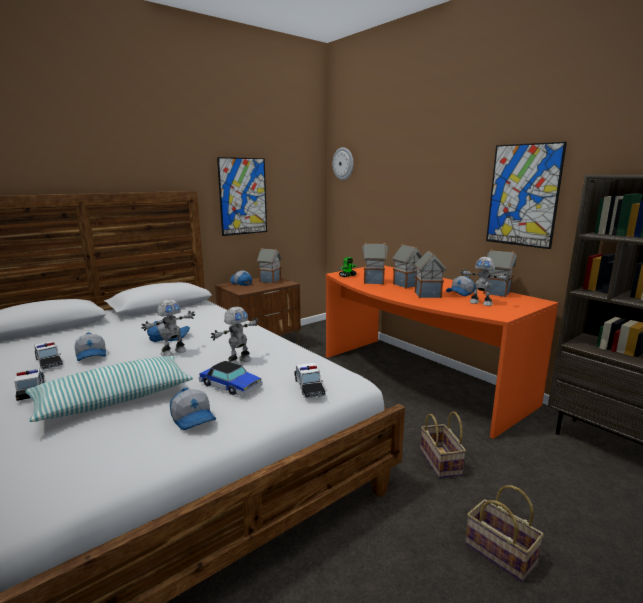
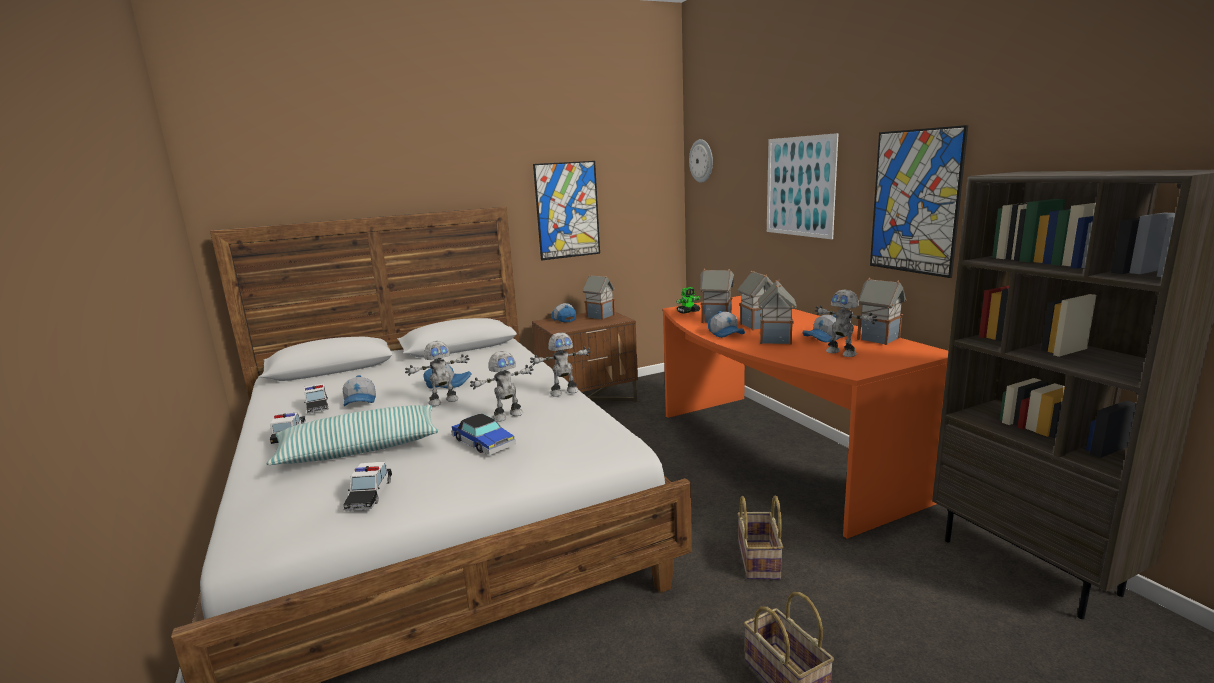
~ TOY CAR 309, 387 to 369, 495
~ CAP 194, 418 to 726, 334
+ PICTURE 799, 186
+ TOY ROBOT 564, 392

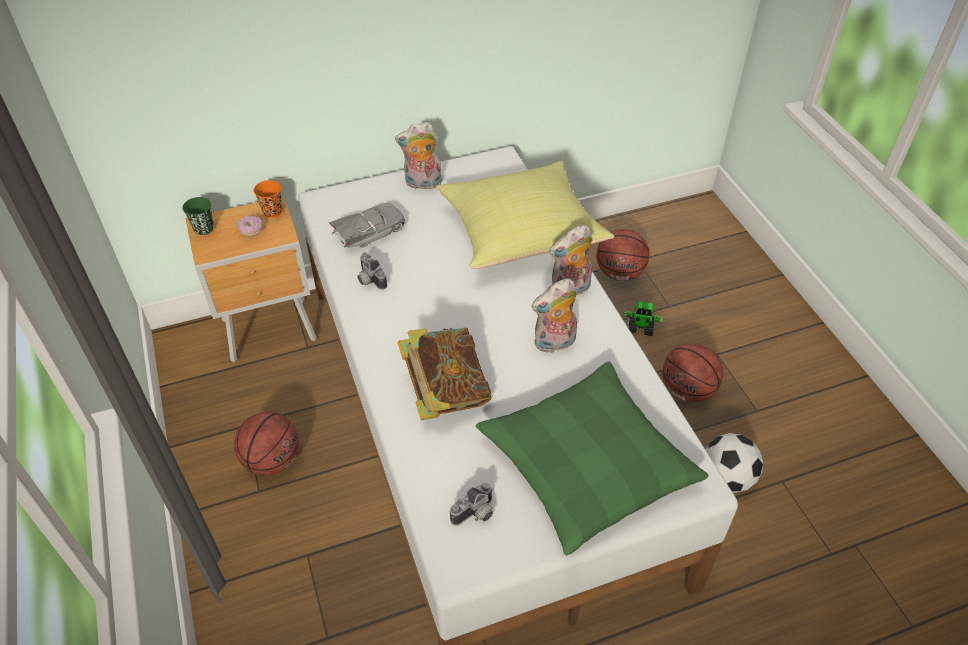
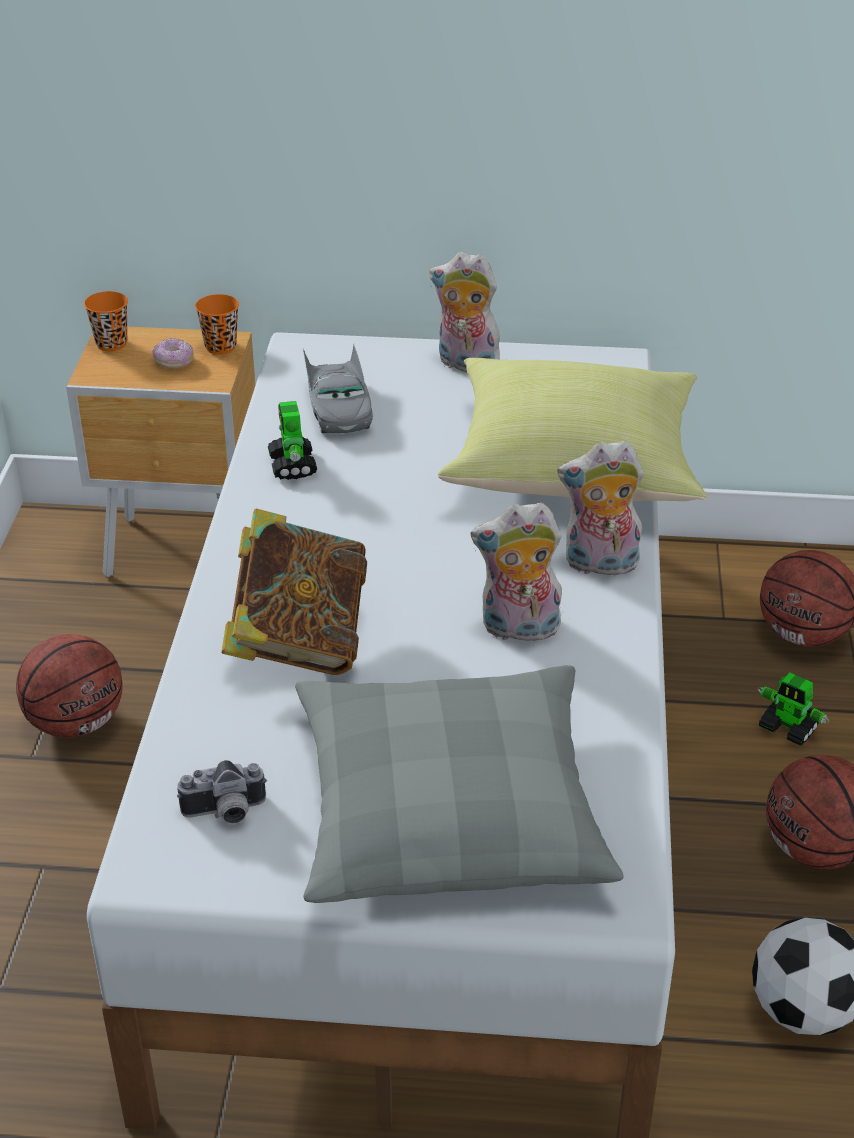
~ GREEN CUP 204, 228 to ORANGE CUP 111, 344
~ GREY TOY CAR 370, 233 = 338, 407 90 degrees clockwise
~ PHOTO CAMERA 369, 280 to TOY ROBOT 292, 465
~ GREEN PILLOW 587, 464 to GREY PILLOW 448, 808

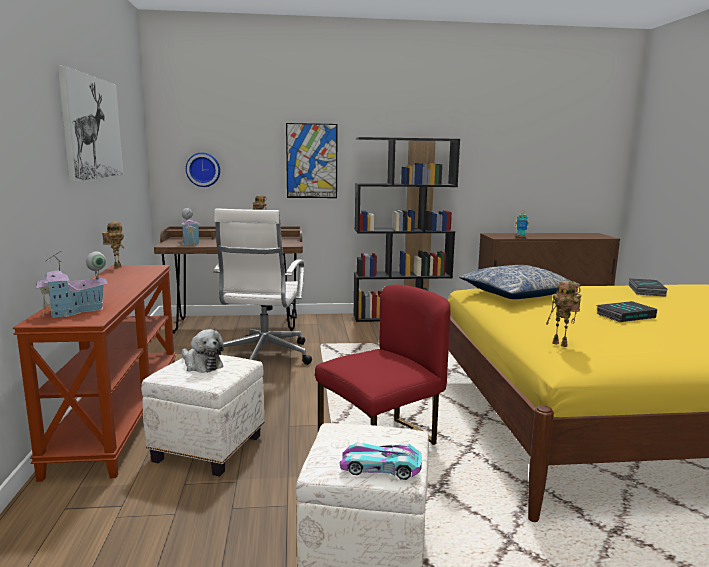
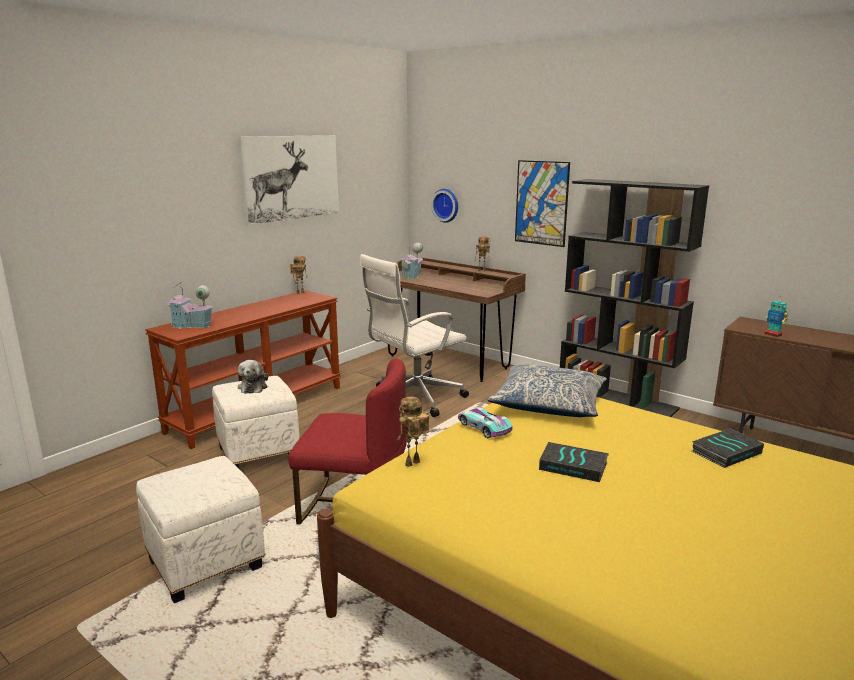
~ TOY ROBOT 561, 344 = 413, 464 45 degrees clockwise
~ TOY CAR 380, 467 to 484, 427

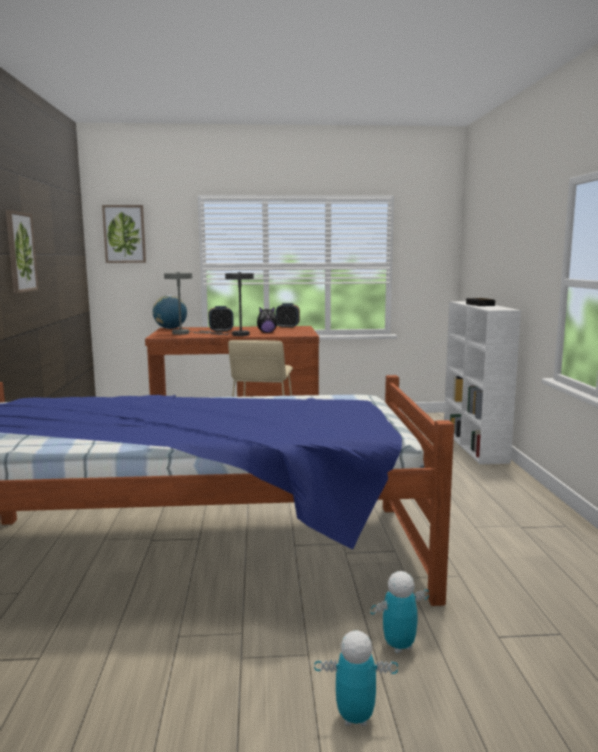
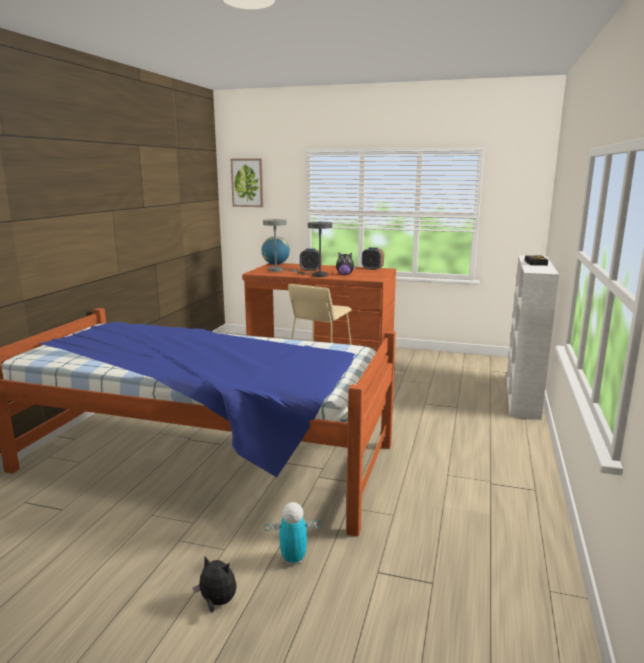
- PICTURE 20, 252
~ TOY ROBOT 355, 718 to PLUSH TOY 217, 602

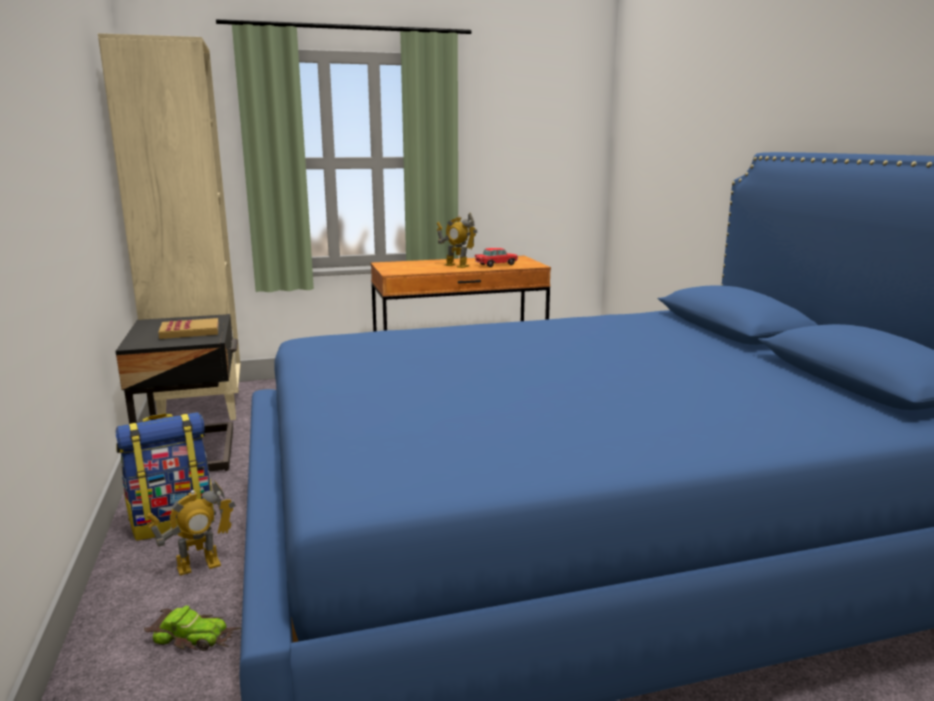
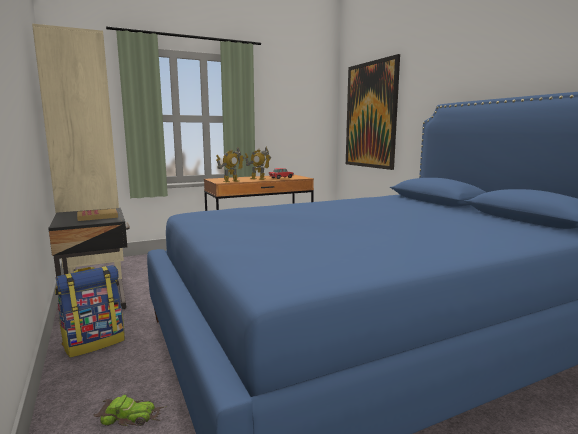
~ TOY ROBOT 199, 566 to 231, 181
+ PICTURE 370, 115

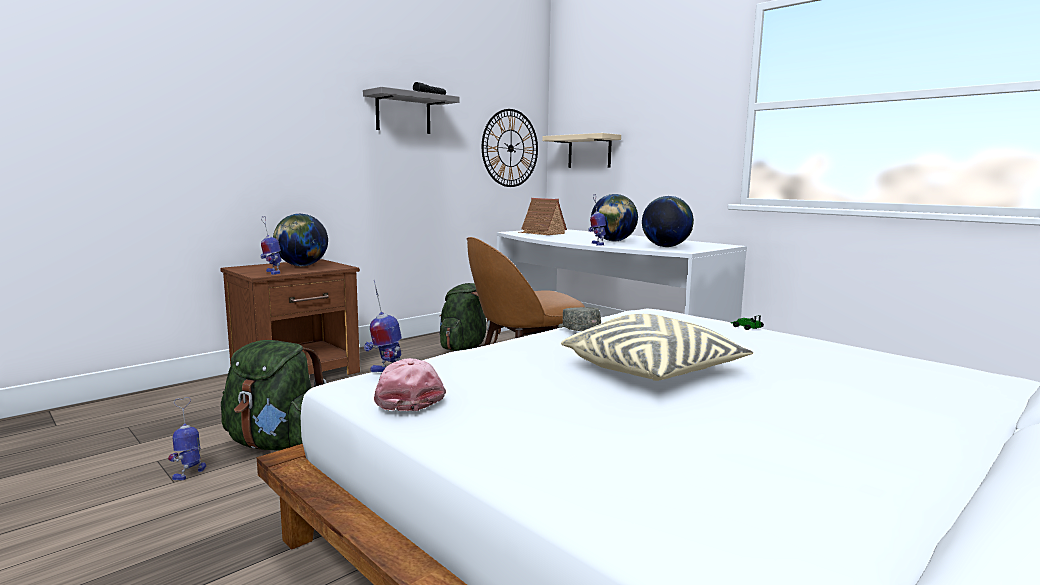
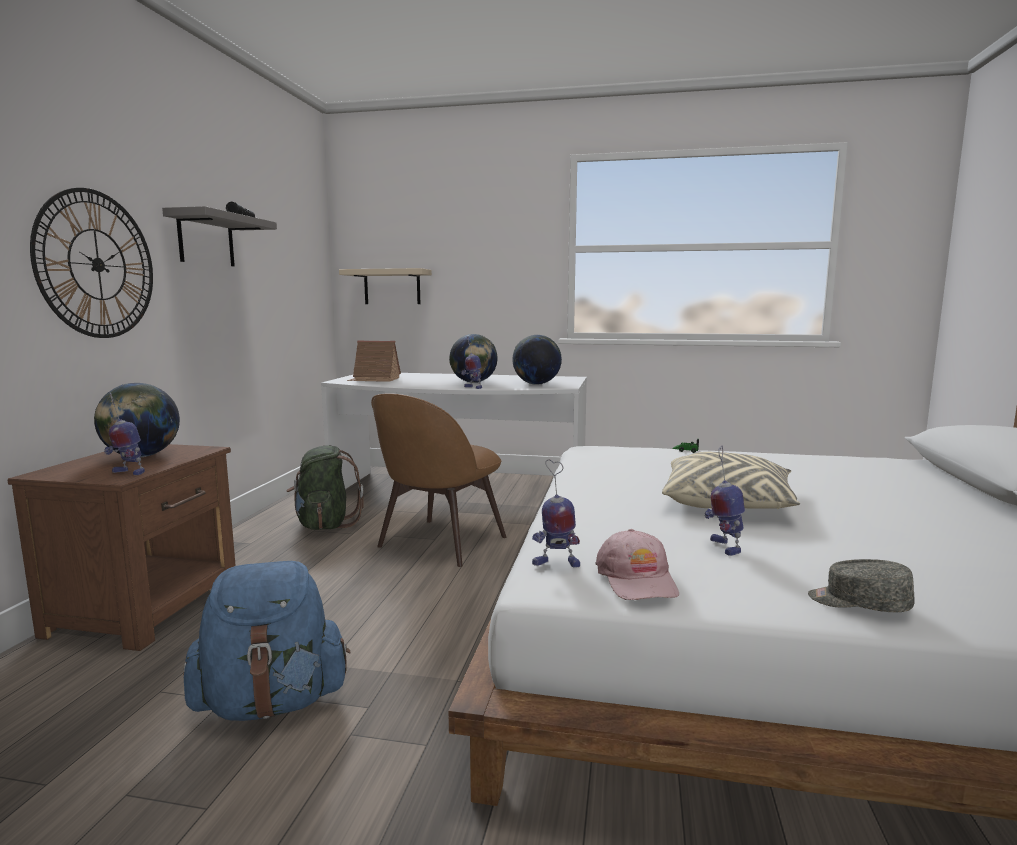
~ WALL CLOCK 510, 148 to 97, 265
~ GREY CAP 577, 330 to 858, 603
~ GREEN BACKPACK 276, 443 to BLUE BACKPACK 272, 703
~ PINK CAP 407, 397 = 637, 579 135 degrees counterclockwise
~ TOY ROBOT 190, 473 to 723, 546

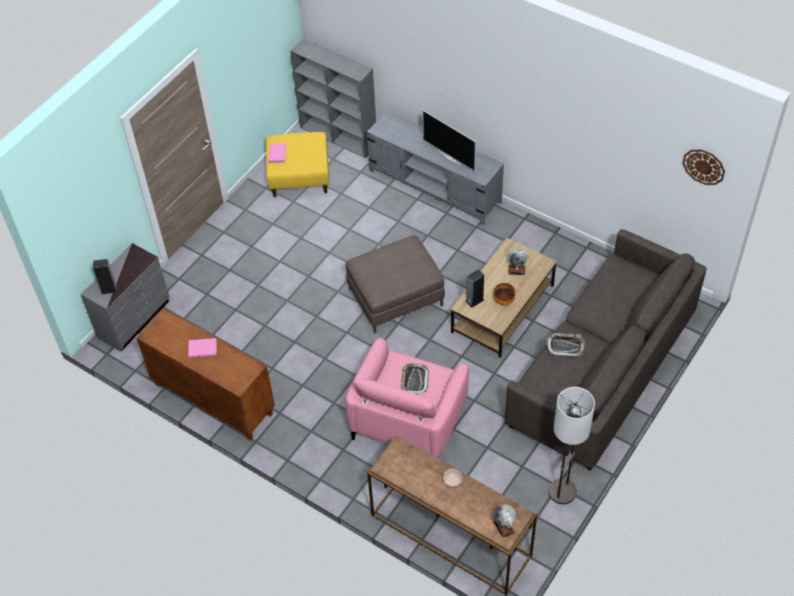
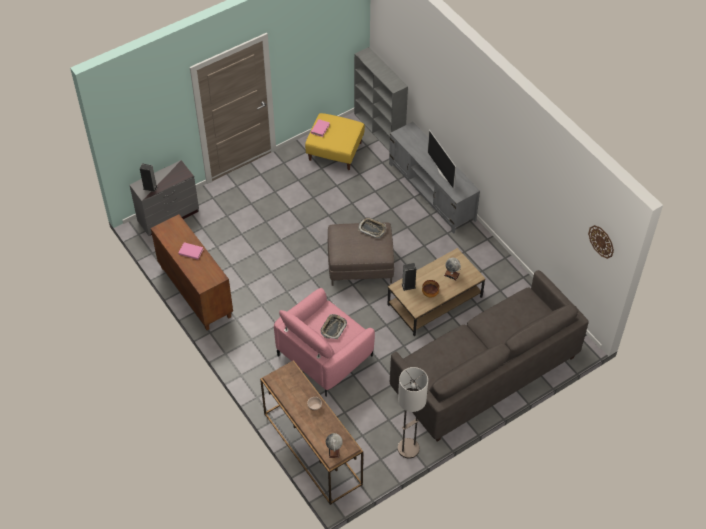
~ TRAY 565, 346 to 372, 229

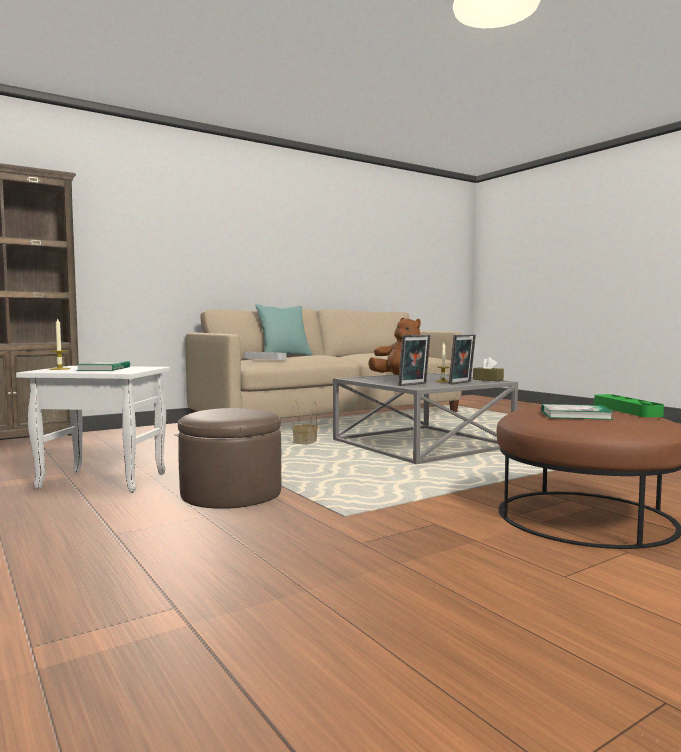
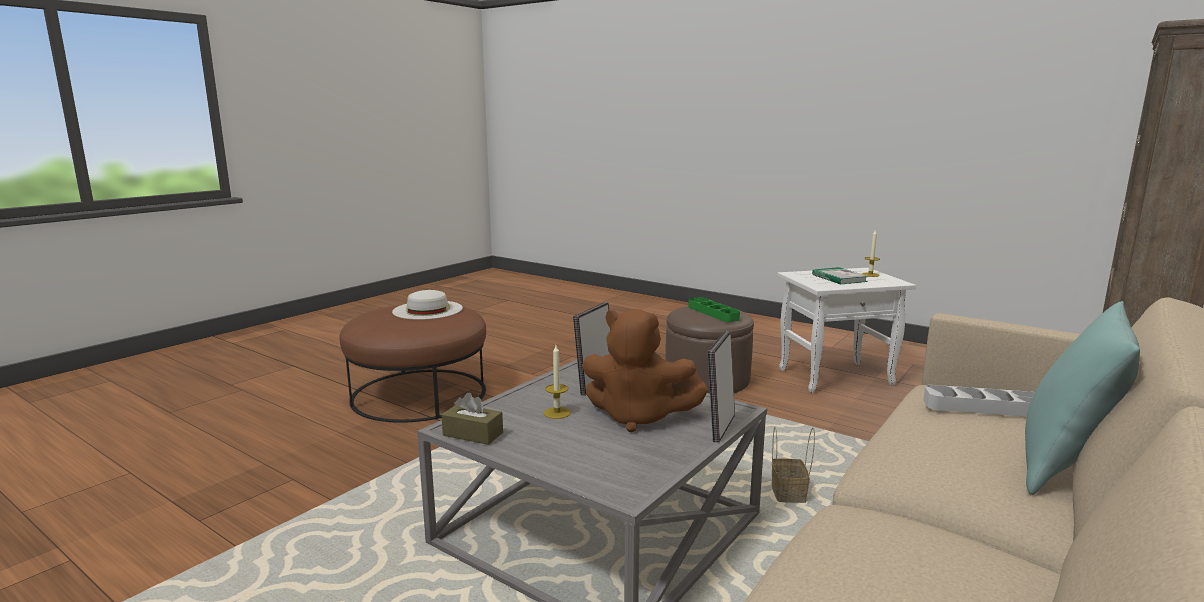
~ PICTURE FRAME 461, 383 to 719, 427
~ GREEN TRAY 626, 410 to 713, 313
~ BOOK 576, 415 to WHITE HAT 428, 310

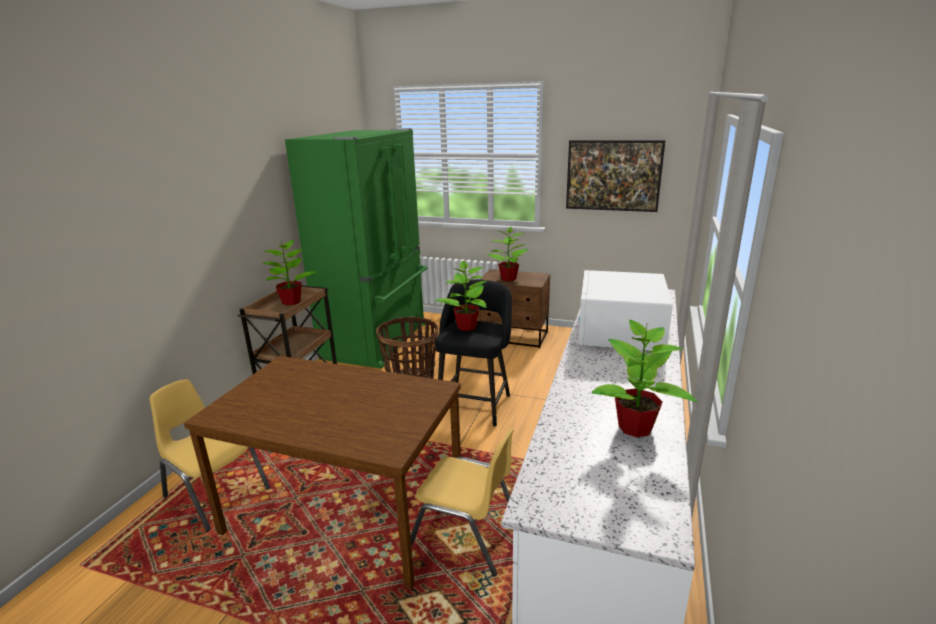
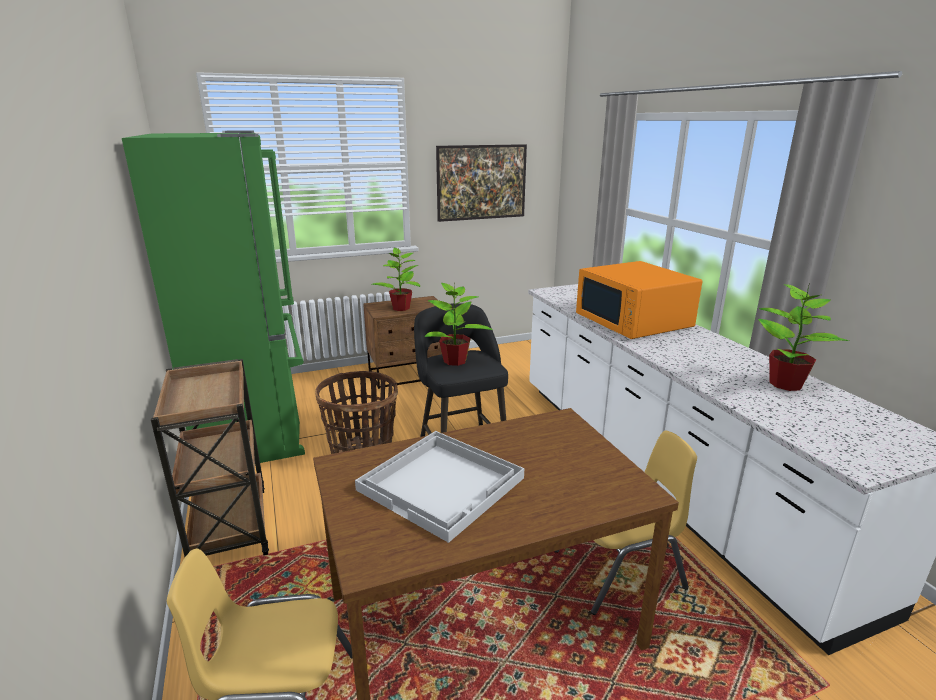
- POTTED PLANT 292, 302
~ WHITE MICROWAVE 619, 332 to ORANGE MICROWAVE 633, 321
+ WHITE TRAY 443, 484

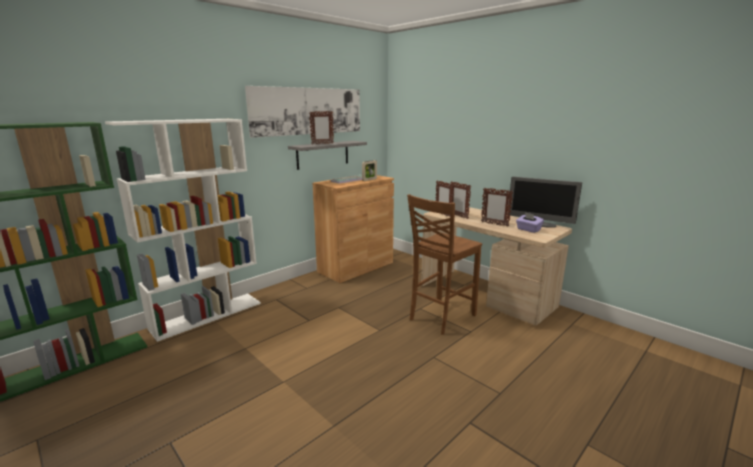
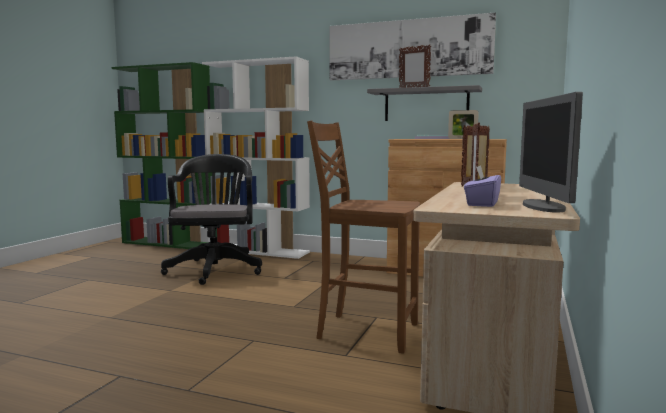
+ BLACK OFFICE CHAIR 215, 269

